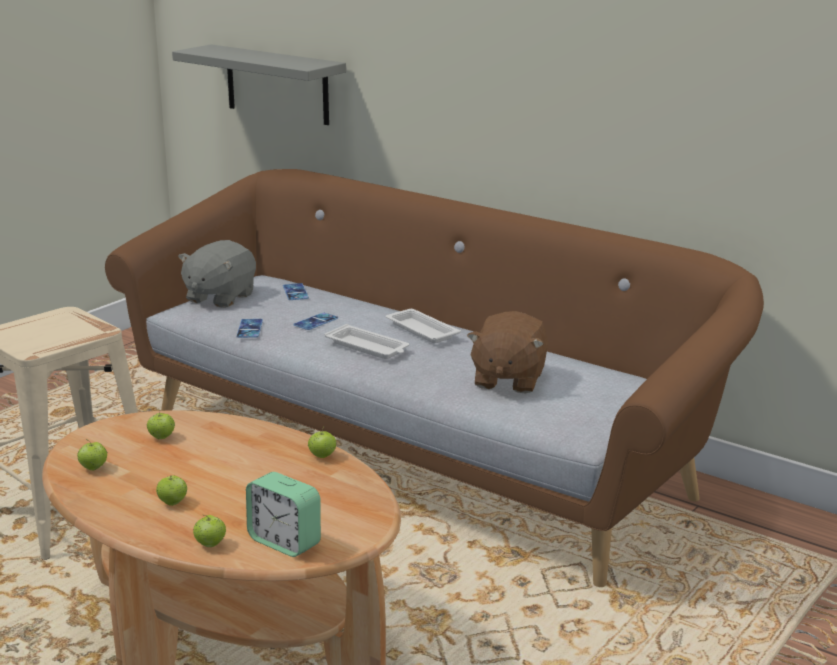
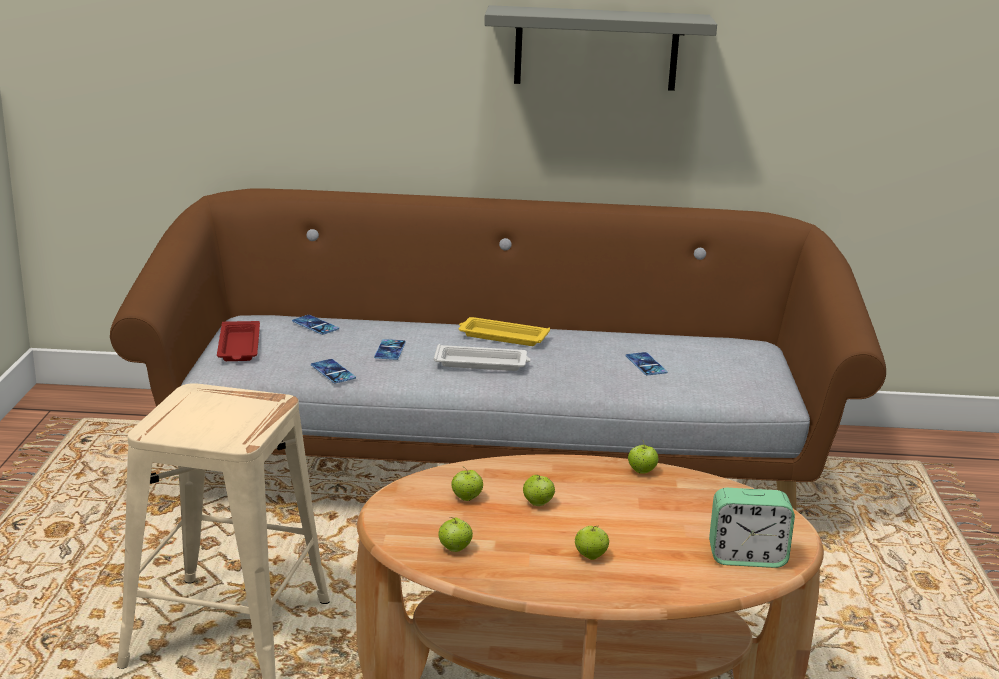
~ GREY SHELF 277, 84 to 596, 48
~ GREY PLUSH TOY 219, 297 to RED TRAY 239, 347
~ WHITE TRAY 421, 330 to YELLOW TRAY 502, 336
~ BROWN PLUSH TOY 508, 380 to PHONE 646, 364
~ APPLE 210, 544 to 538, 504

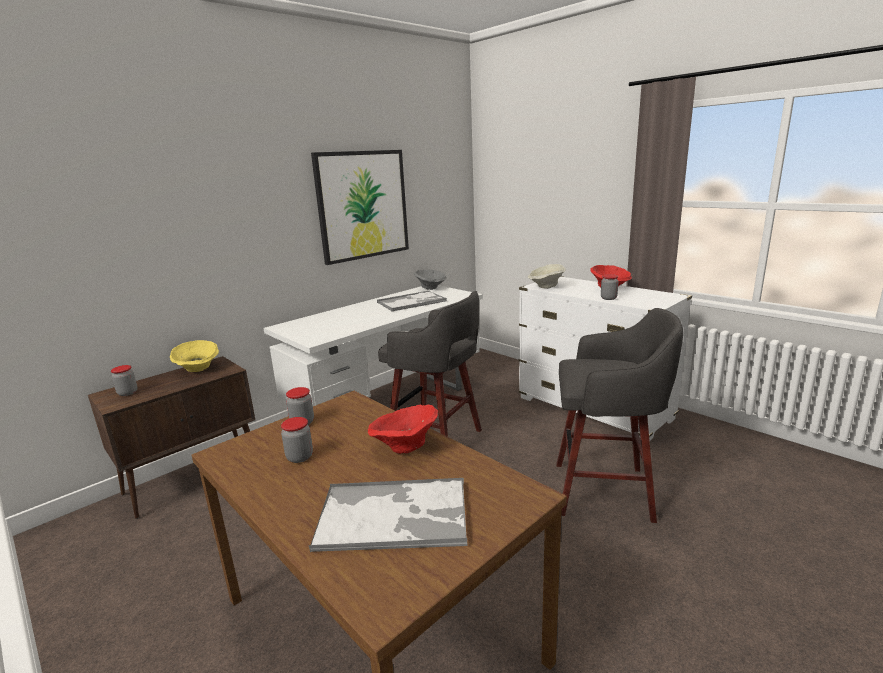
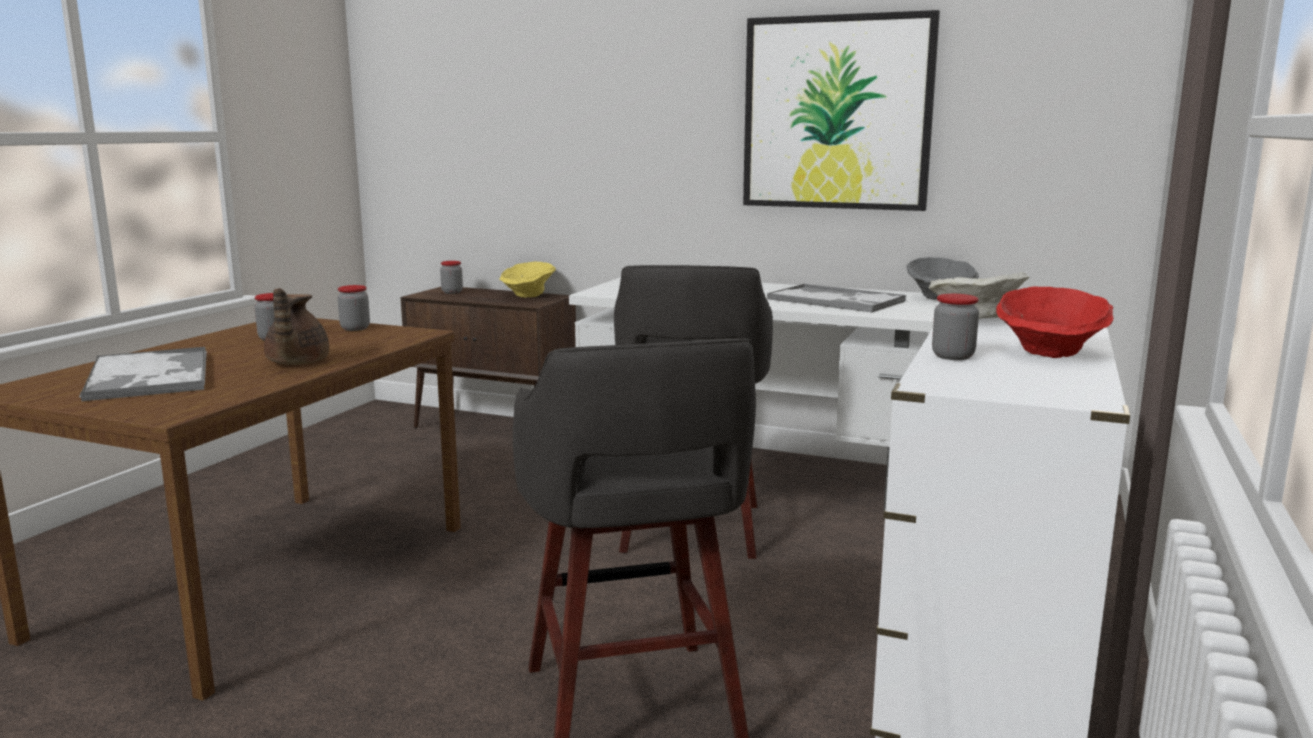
~ RED BOWL 405, 447 to BROWN TEAPOT 296, 363

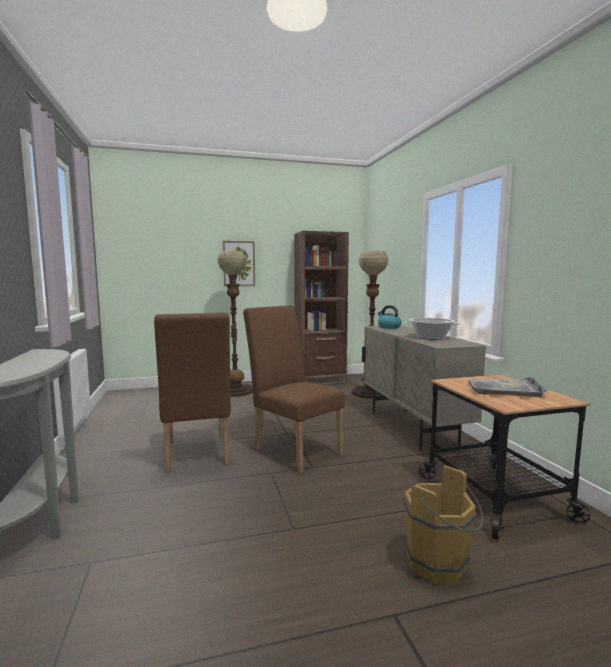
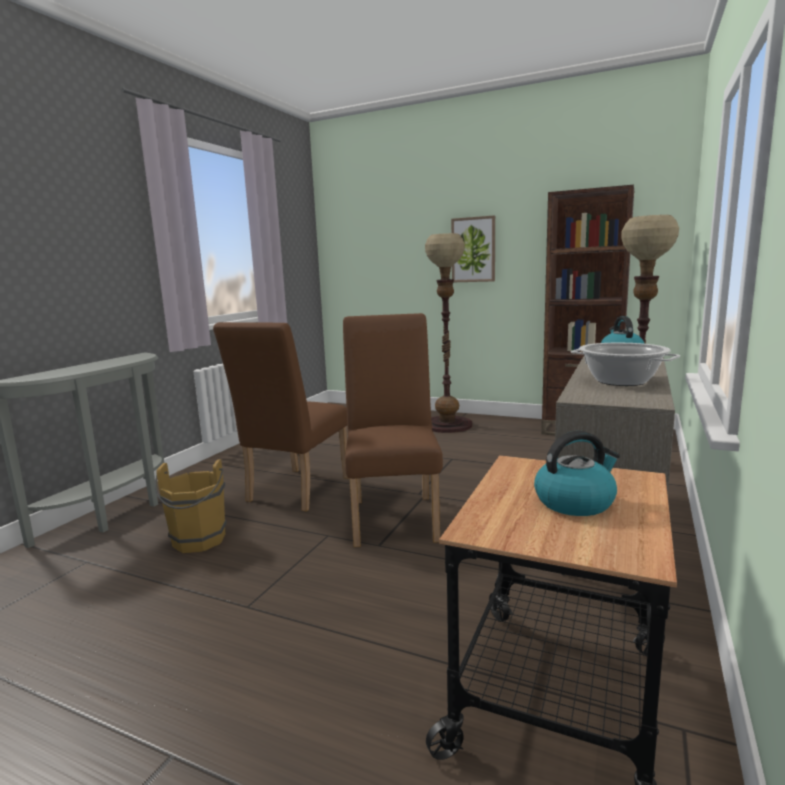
~ GREY TRAY 505, 389 to KETTLE 575, 502
~ BROWN BUCKET 440, 566 to 198, 542

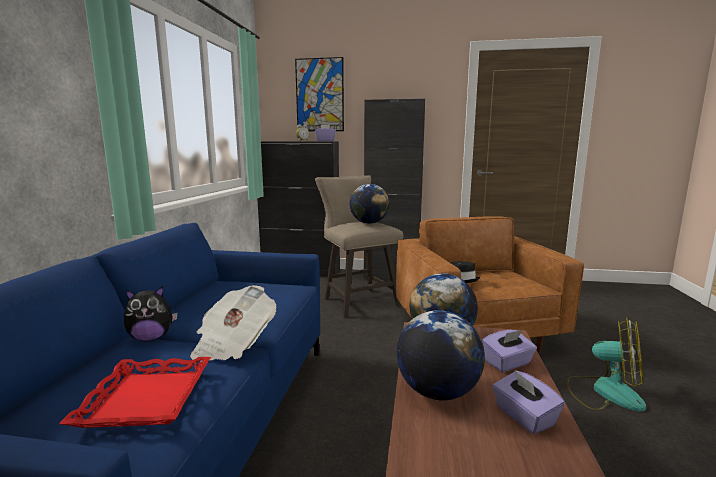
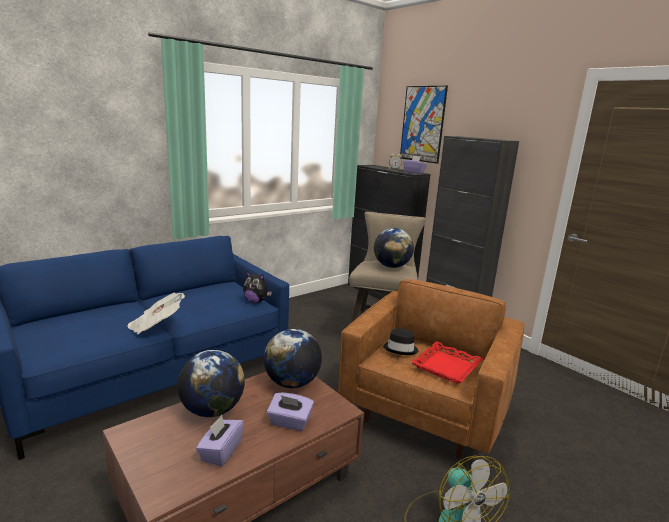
~ PLUSH TOY 151, 338 to 256, 301
~ RED TRAY 145, 398 to 446, 366

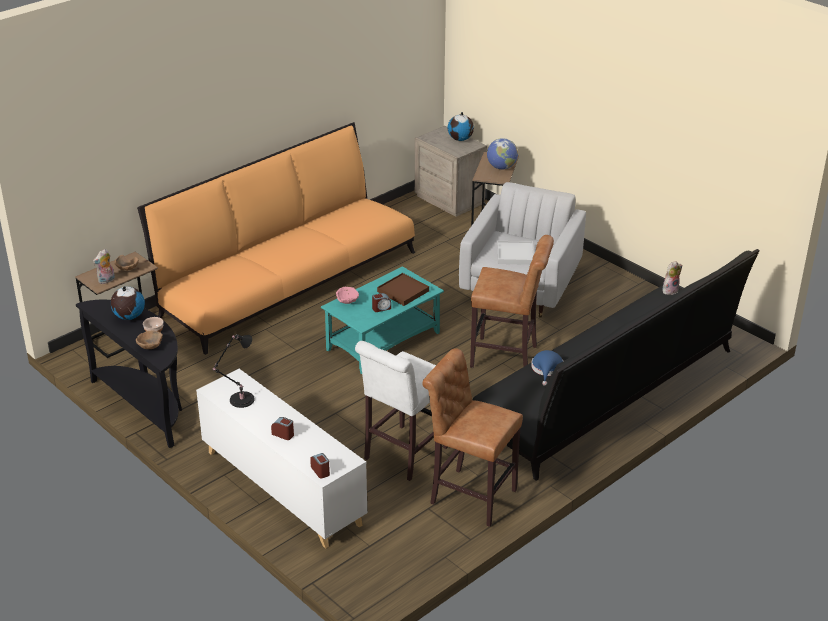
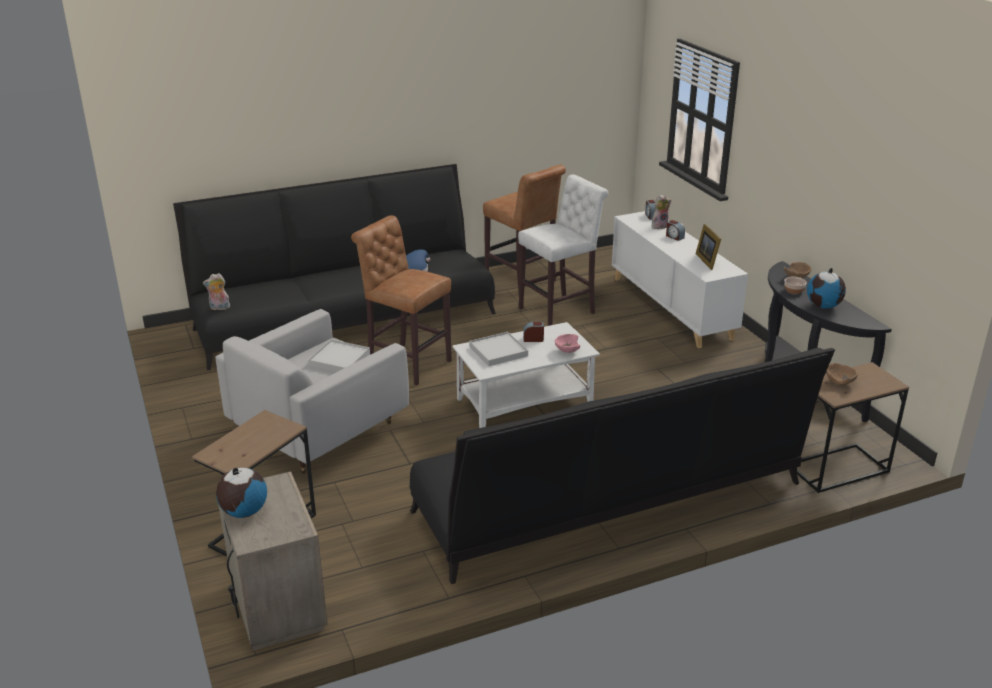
~ ORANGE SOFA 287, 281 to BLACK SOFA 612, 503
- GLOBE 501, 167
~ PLUSH TOY 106, 281 to 659, 226
~ TURQUOISE COFFEE TABLE 383, 341 to WHITE COFFEE TABLE 524, 402
~ BROWN TRAY 403, 291 to WHITE TRAY 498, 351
~ BLACK TABLE LAMP 240, 400 to PICTURE FRAME 708, 260

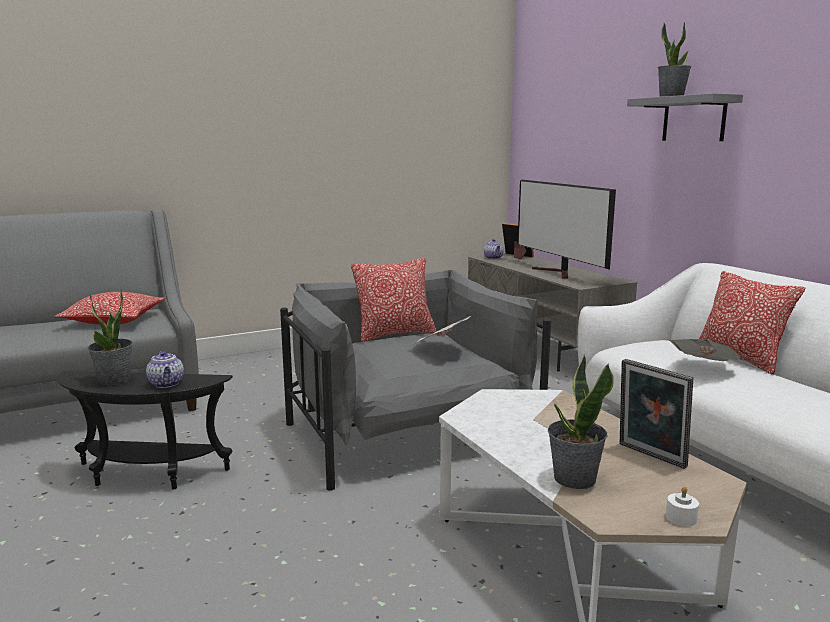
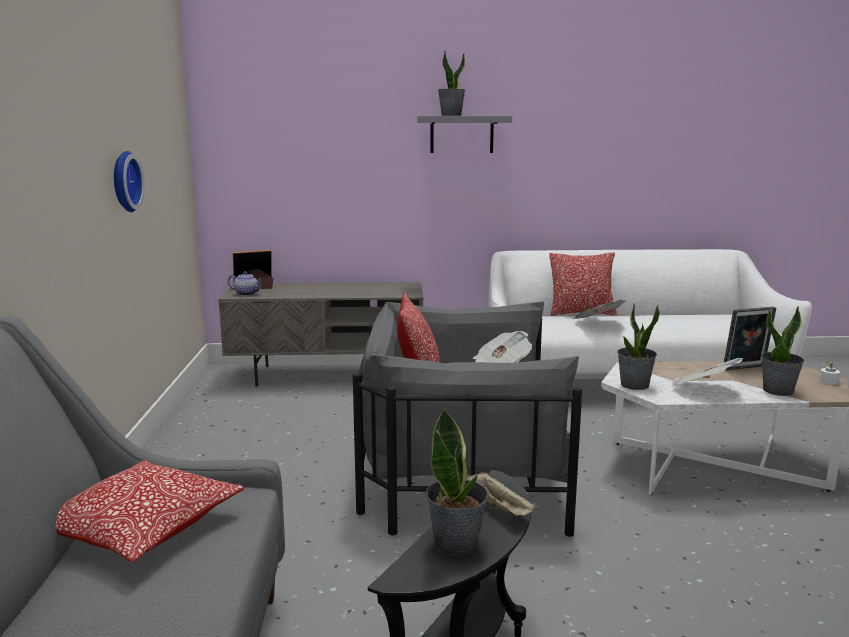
- TELEVISION 558, 273
~ TEAPOT 167, 384 to BEIGE TRAY 500, 508
+ WALL CLOCK 123, 181
+ POTTED PLANT 634, 385
+ NEWSPAPER 701, 389

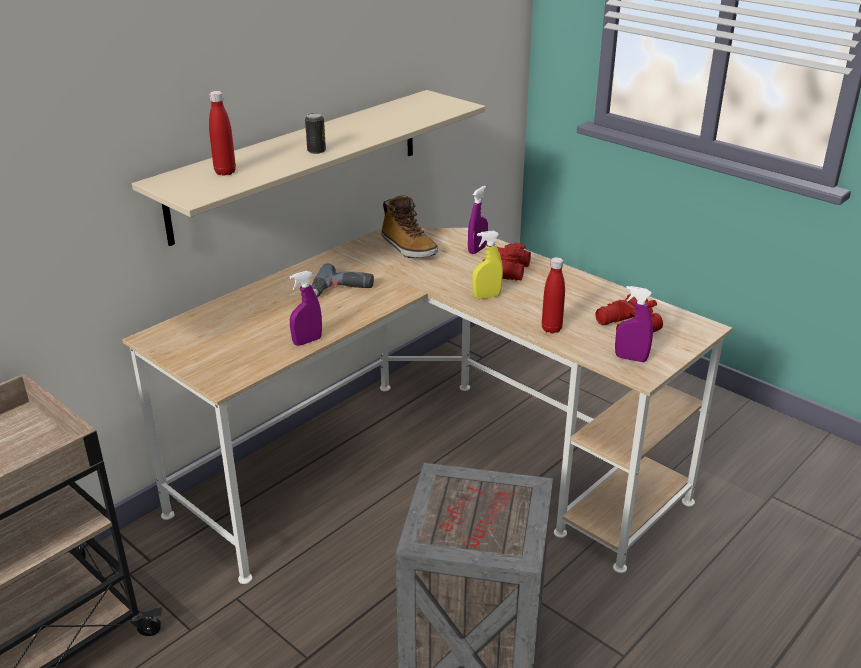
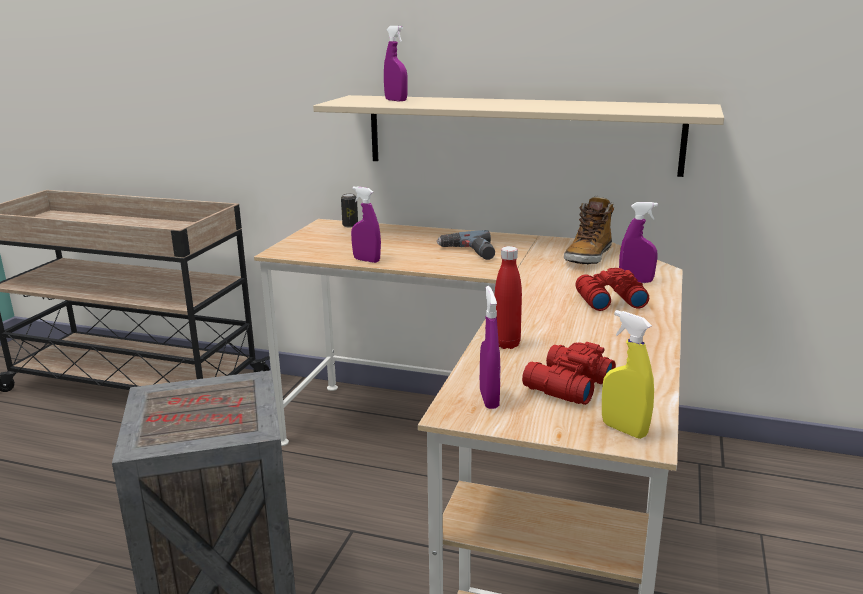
~ RED BOTTLE 225, 172 to PURPLE SPRAY BOTTLE 396, 100
~ CAN 316, 151 to 350, 225
~ YELLOW SPRAY BOTTLE 486, 296 to 624, 430

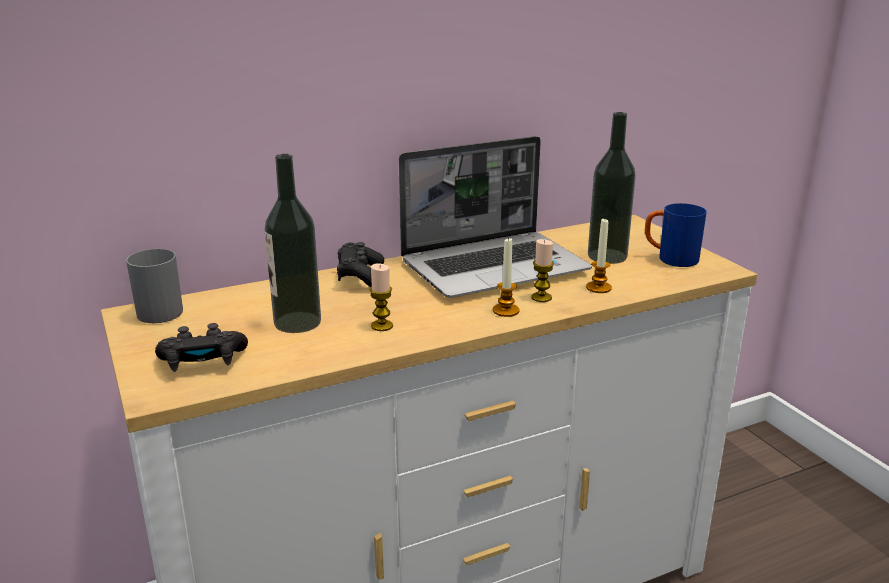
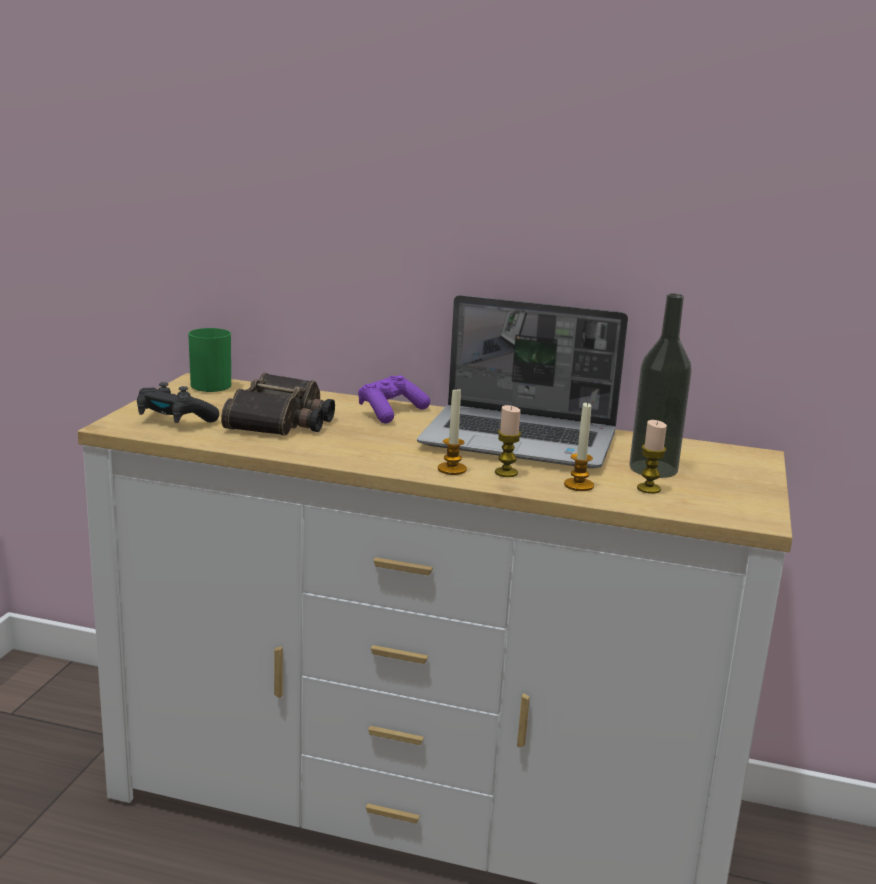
~ BOTTLE 297, 322 to BINOCULARS 282, 421
- BLUE MUG 670, 259
~ BLACK GAME CONTROLLER 361, 279 to PURPLE GAME CONTROLLER 391, 412
~ GREY MUG 156, 311 to GREEN MUG 213, 384
~ CANDLE 382, 326 to 648, 489

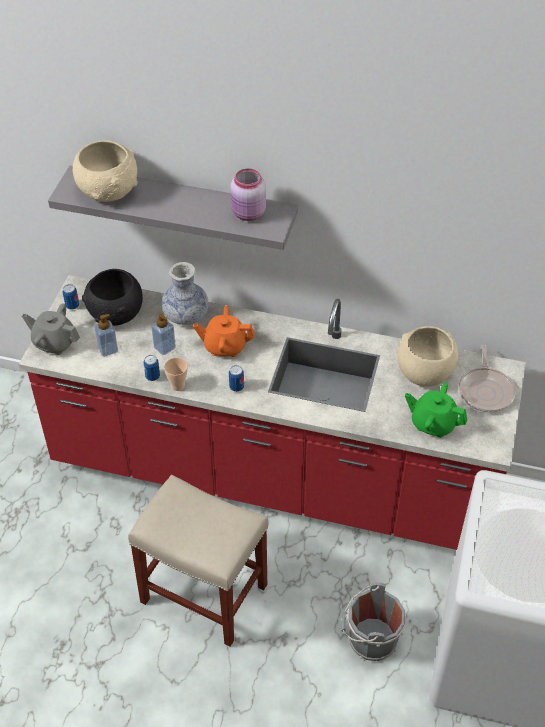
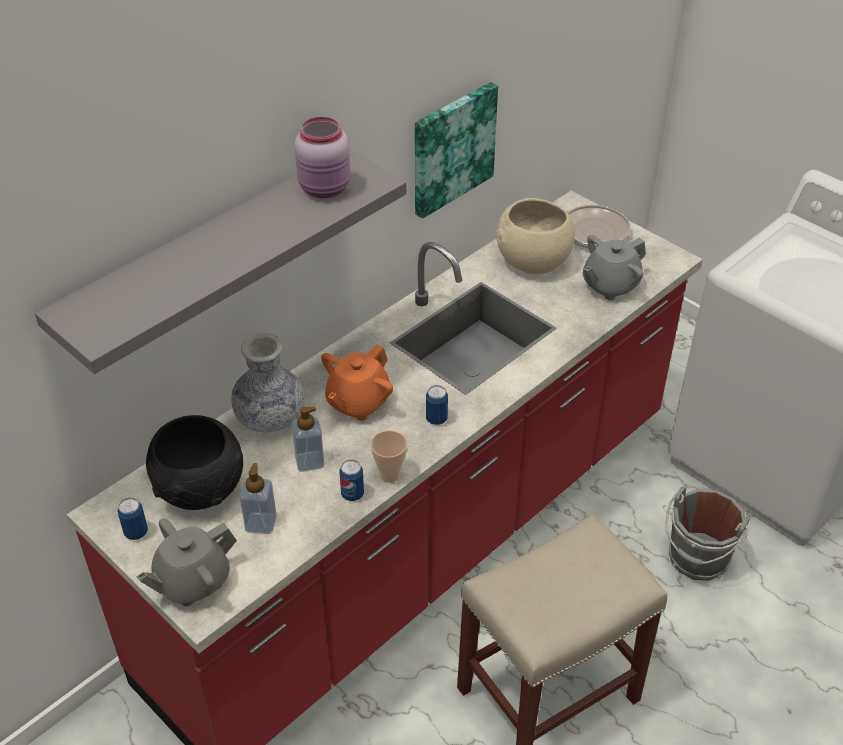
- BEIGE BOWL 109, 191
~ GREEN TEAPOT 433, 423 to GREY TEAPOT 610, 286
+ PICTURE 451, 148

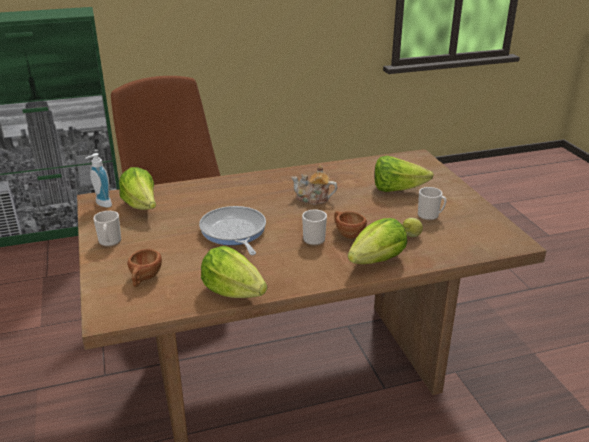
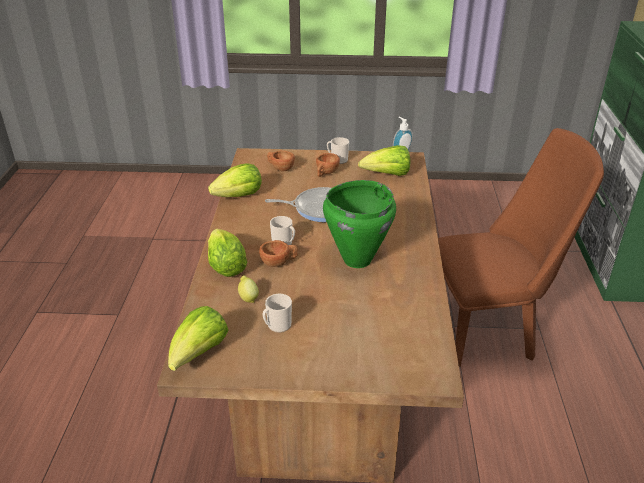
~ LETTUCE 397, 189 to 199, 354
~ TEAPOT 313, 199 to GREEN COOKING POT 356, 260
+ BROWN CUP 326, 173

